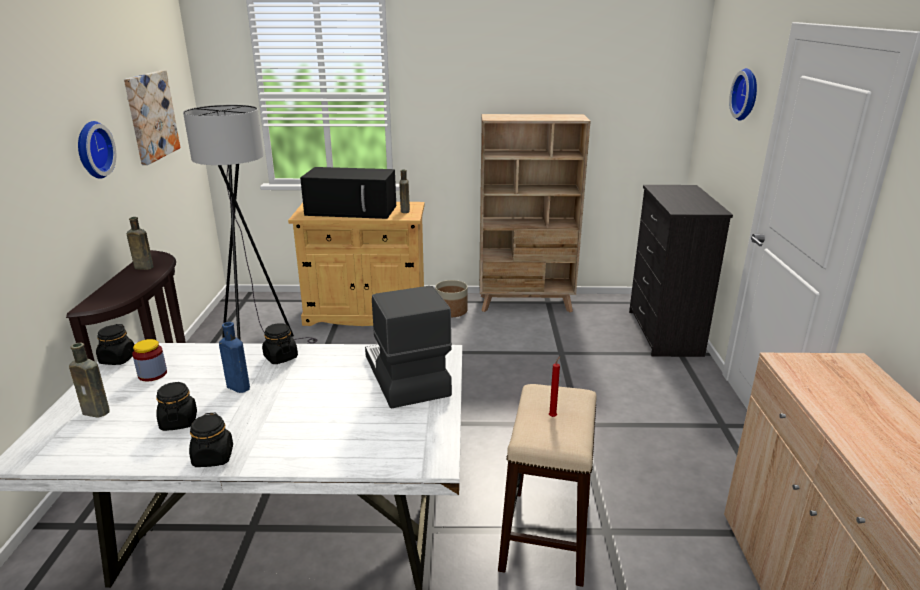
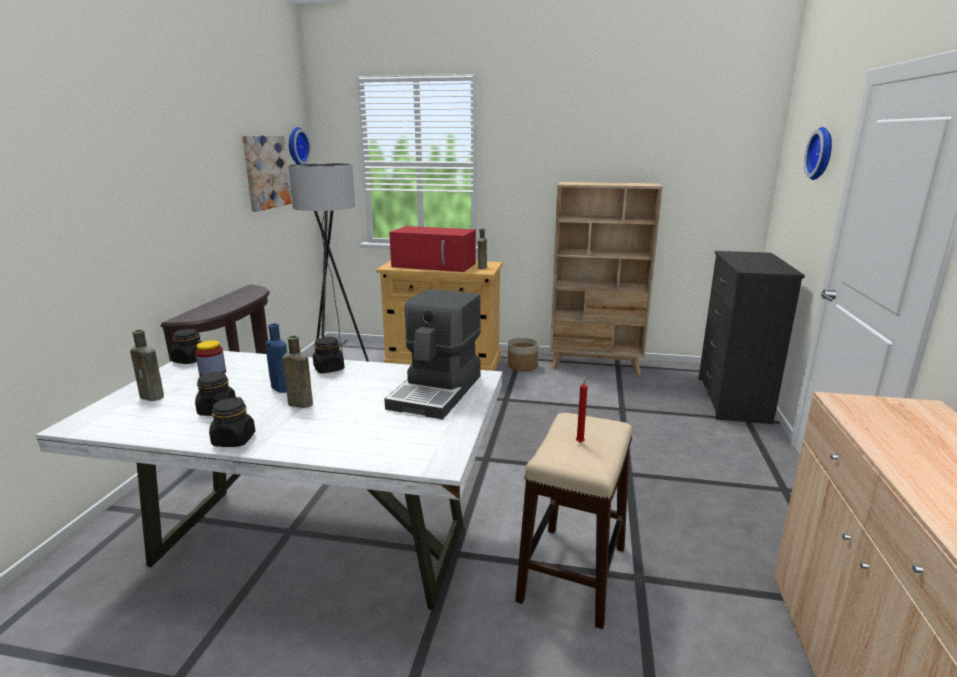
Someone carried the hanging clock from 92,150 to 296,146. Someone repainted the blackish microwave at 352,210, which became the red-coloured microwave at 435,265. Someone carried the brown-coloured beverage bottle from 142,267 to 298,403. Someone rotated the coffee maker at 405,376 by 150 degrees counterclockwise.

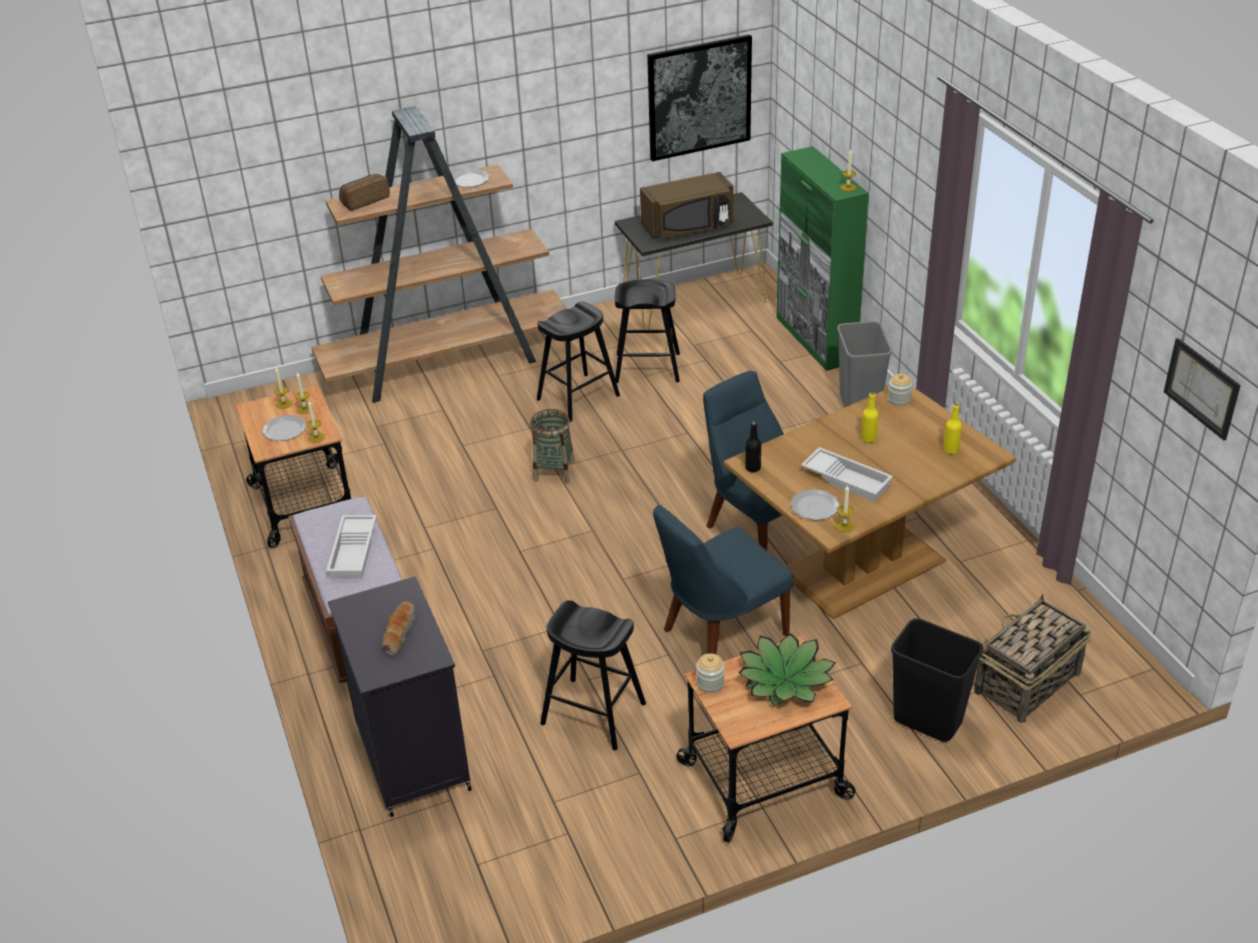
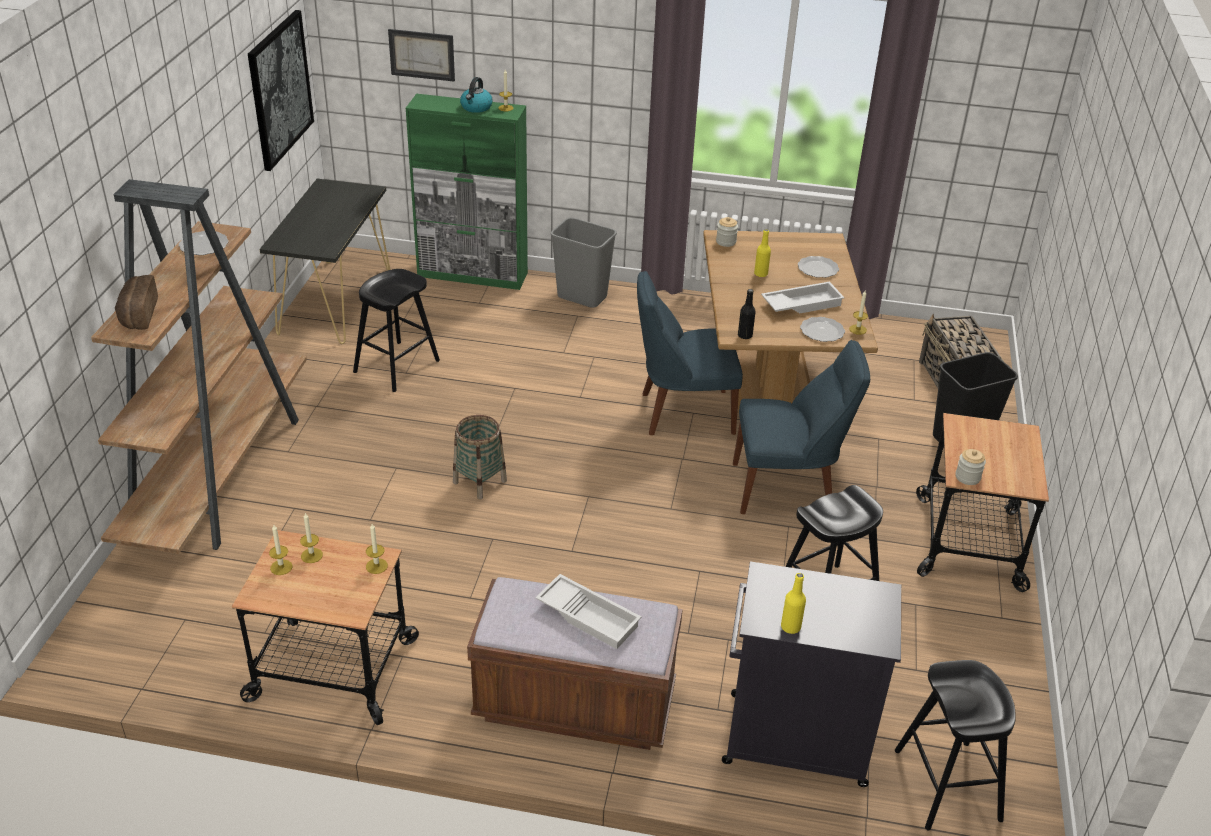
Someone took away the brown-coloured microwave at 688,227. Someone carried the blackish stool seat from 578,397 to 947,784. Someone carried the wall picture from 1202,388 to 422,54. Someone carried the yellow-coloured beverage bottle from 950,450 to 790,627. Someone carried the flat dish from 285,430 to 818,269. Someone rotated the blue plain chair at 720,634 by 90 degrees counterclockwise. Someone took away the bakery bread at 399,633. Someone took away the plant in a pot at 785,680. Someone put down the tea kettle at 476,107.

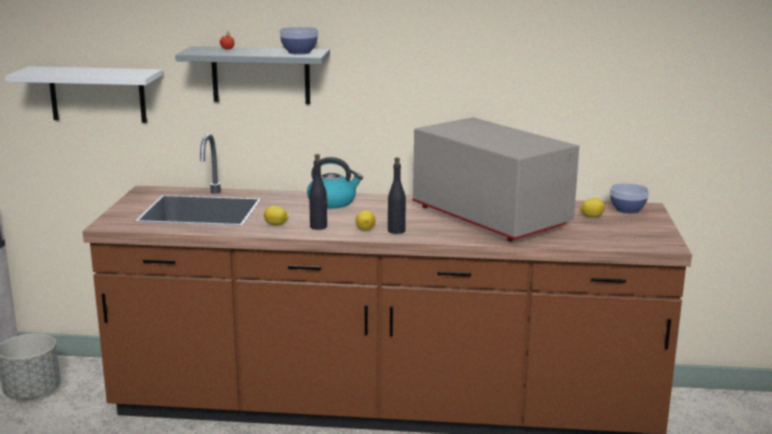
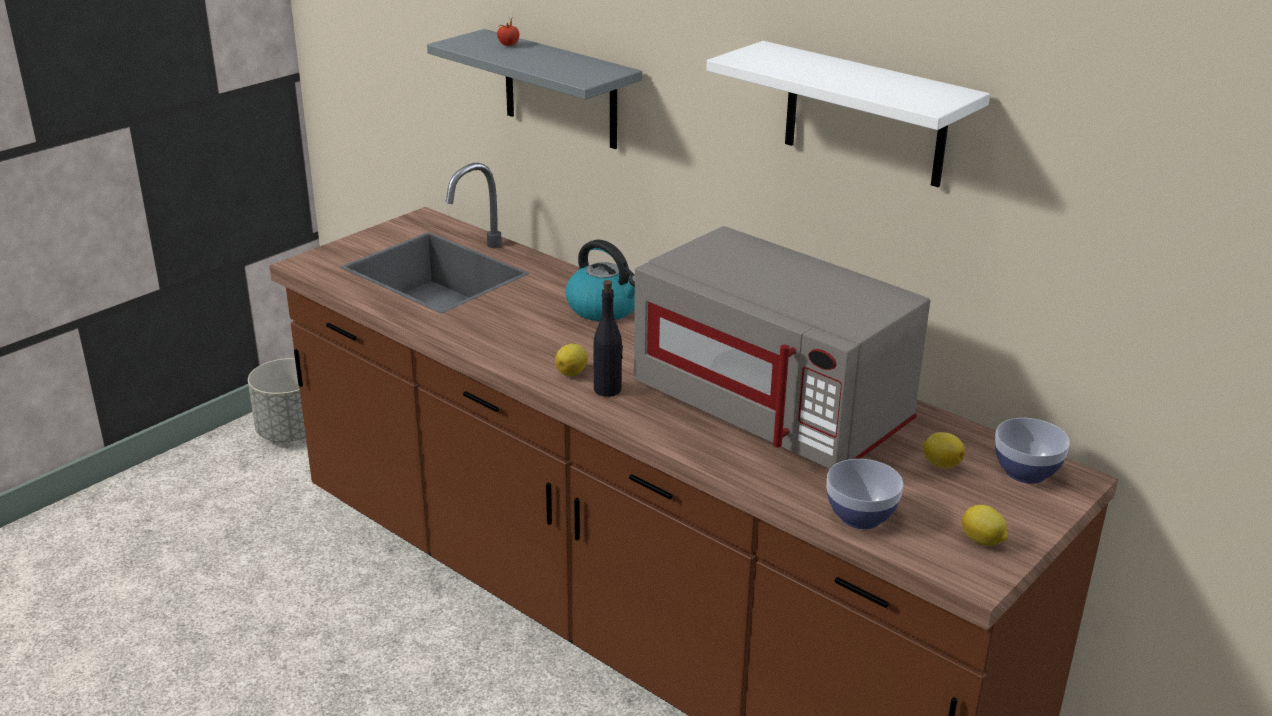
Someone carried the bowl from 299,52 to 860,516. Someone carried the white-coloured bracket shelf from 97,94 to 865,115. Someone rotated the grey microwave at 488,218 by 135 degrees clockwise. Someone took away the blackish beverage bottle at 318,227. Someone carried the whole lemon from 276,225 to 982,541.

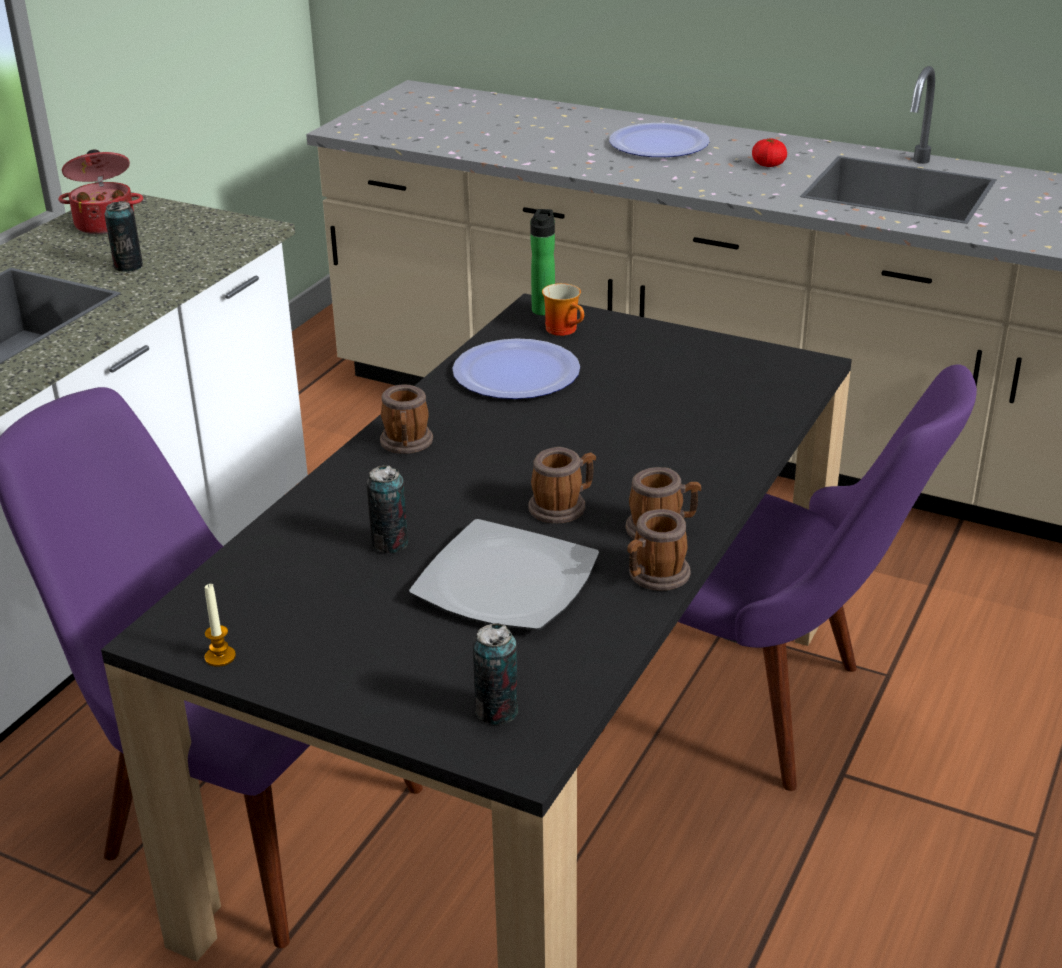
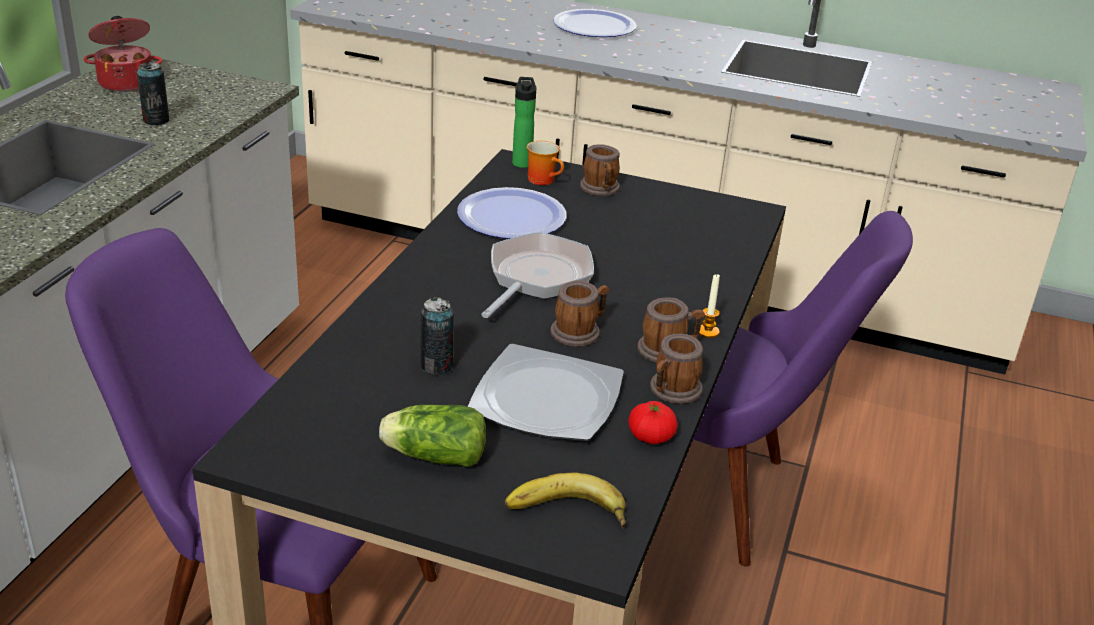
Someone carried the tomato from 768,165 to 651,436. Someone carried the mug from 406,444 to 600,190. Someone carried the wax candle from 220,657 to 708,331. Someone swapped the metal can at 496,711 for the banana at 566,514. Someone put down the frying pan at 536,278. Someone put down the head of lettuce at 432,455.

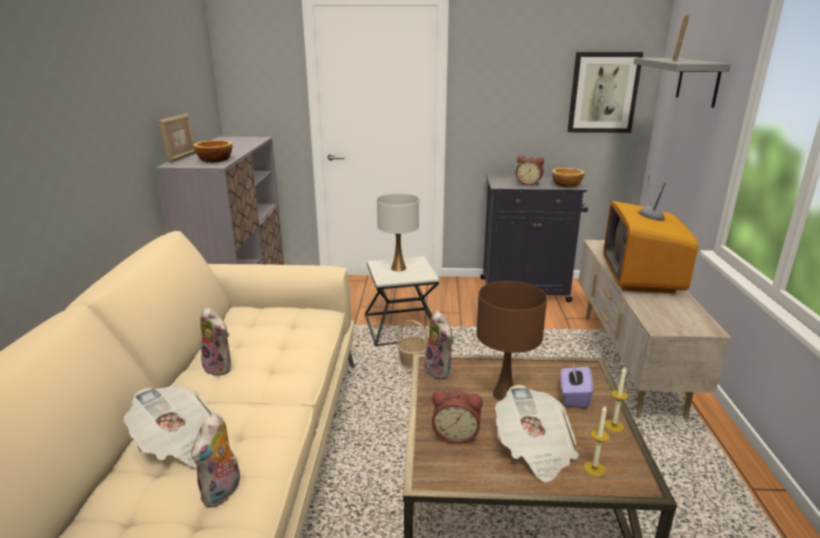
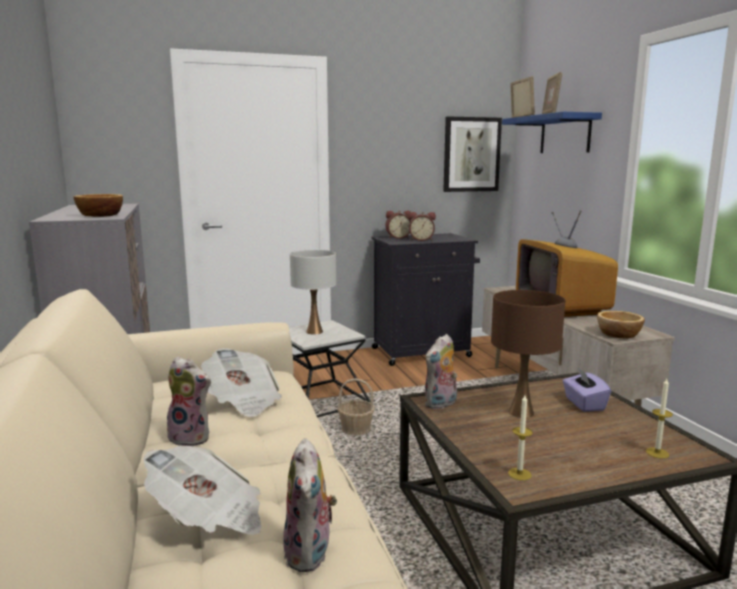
Someone repainted the grey bracket shelf at 698,81, which became the blue bracket shelf at 565,134. Someone carried the photo frame from 181,158 to 521,117. Someone carried the bowl from 566,185 to 619,334. Someone rotated the plush toy at 440,370 by 90 degrees clockwise. Someone carried the wax candle from 614,426 to 519,474. Someone carried the printed paper from 534,450 to 242,401. Someone carried the bedside clock from 456,434 to 398,237.

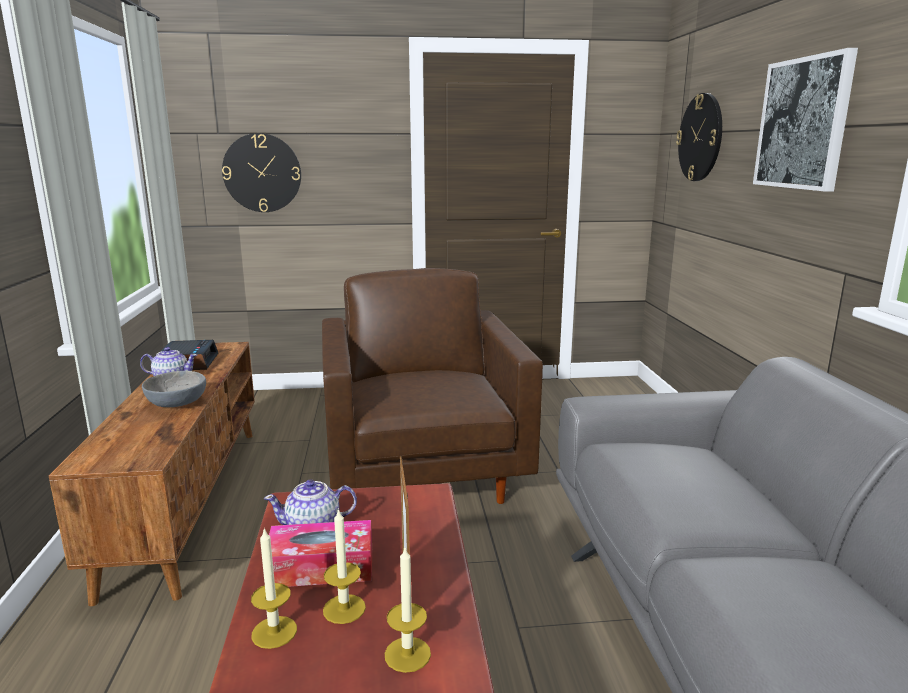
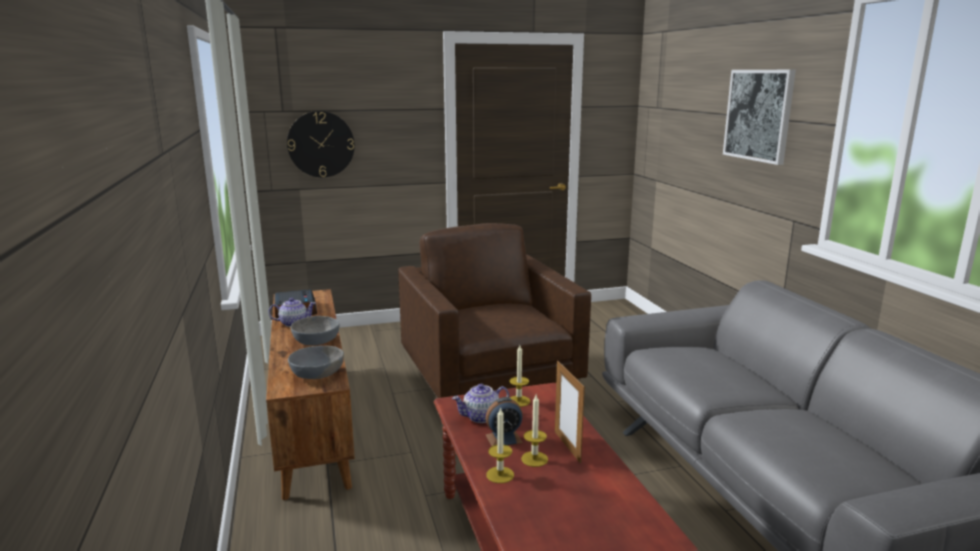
Someone took away the hanging clock at 700,137. Someone swapped the tissue box at 321,567 for the bedside clock at 503,439. Someone carried the wax candle from 407,654 to 519,401. Someone put down the grey bowl at 317,374.

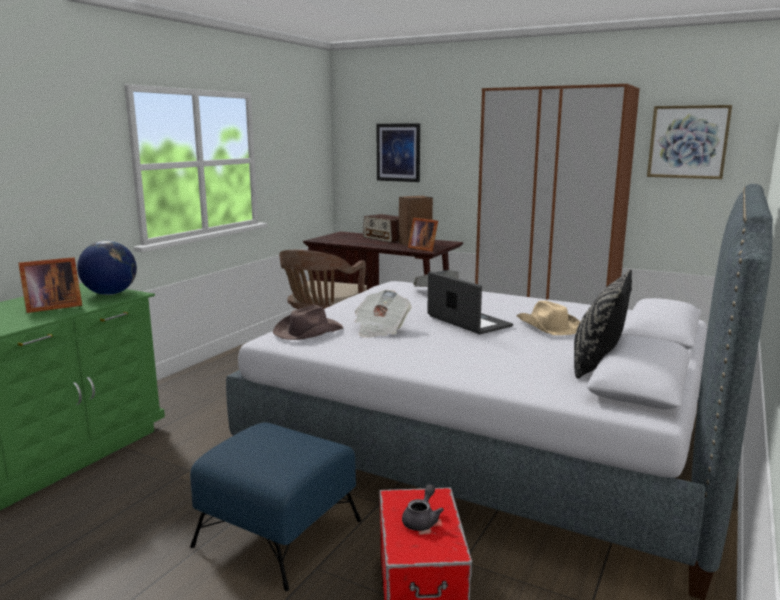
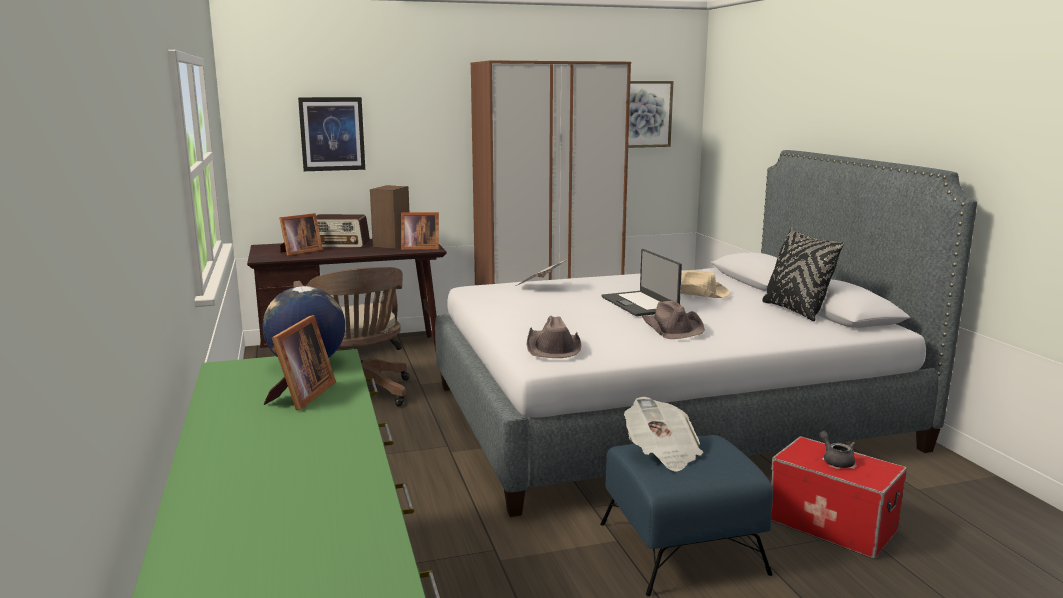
Someone rotated the laptop at 468,321 by 120 degrees counterclockwise. Someone carried the printed paper from 380,329 to 662,453. Someone put down the photo frame at 299,252. Someone put down the brown-coloured wearable hat at 673,328.

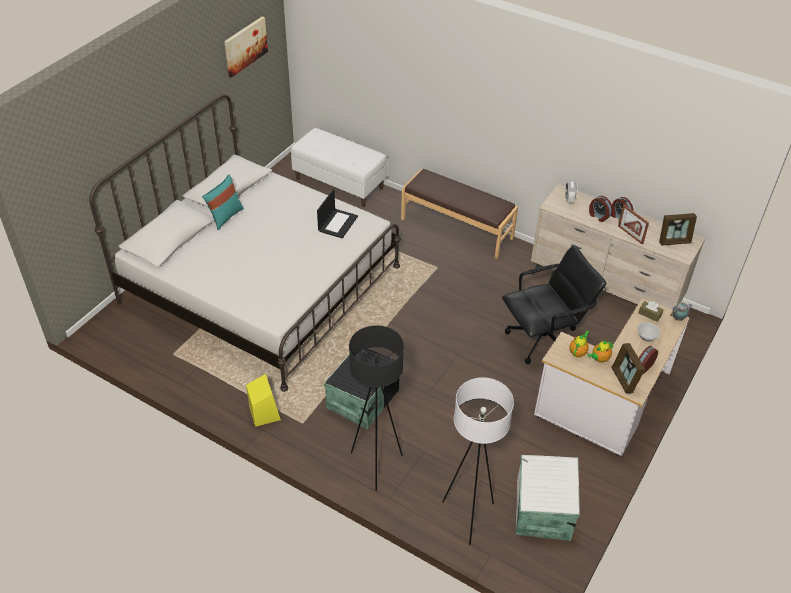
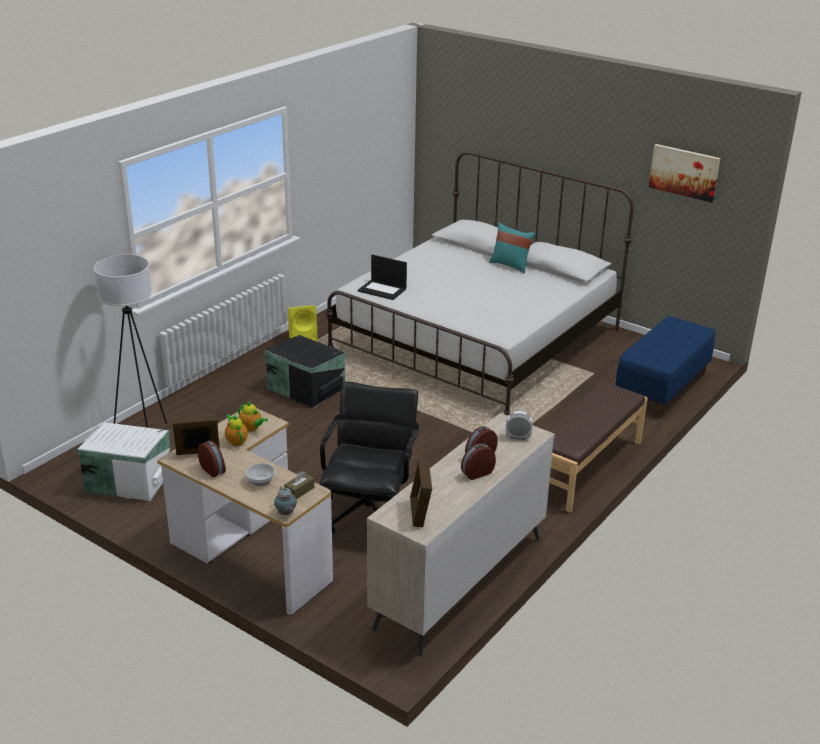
Someone repainted the white-coloured indoor bench at 340,183, which became the blue indoor bench at 662,388. Someone carried the laptop from 337,223 to 383,290. Someone took away the photo frame at 630,235. Someone rotated the blackish office chair at 543,340 by 150 degrees counterclockwise. Someone took away the blackish floor lamp at 375,465.

